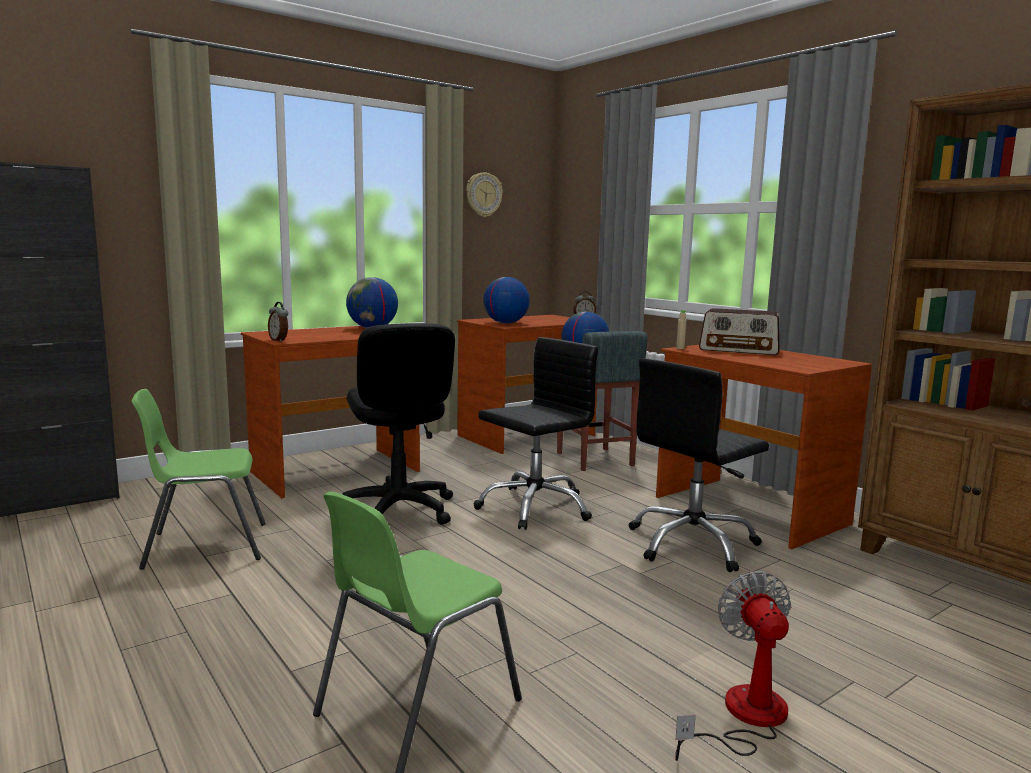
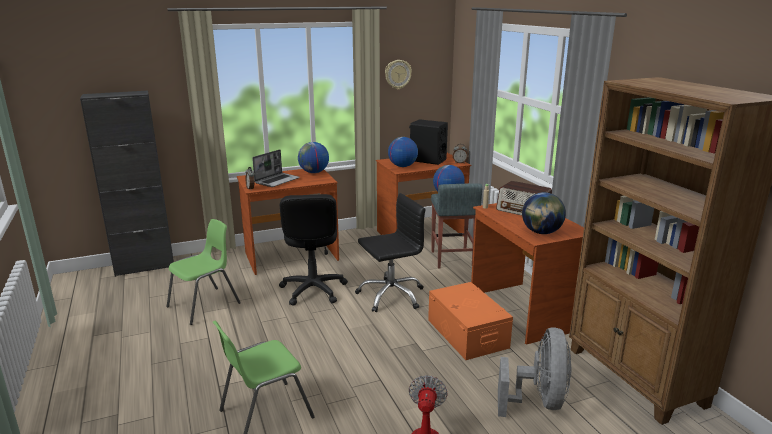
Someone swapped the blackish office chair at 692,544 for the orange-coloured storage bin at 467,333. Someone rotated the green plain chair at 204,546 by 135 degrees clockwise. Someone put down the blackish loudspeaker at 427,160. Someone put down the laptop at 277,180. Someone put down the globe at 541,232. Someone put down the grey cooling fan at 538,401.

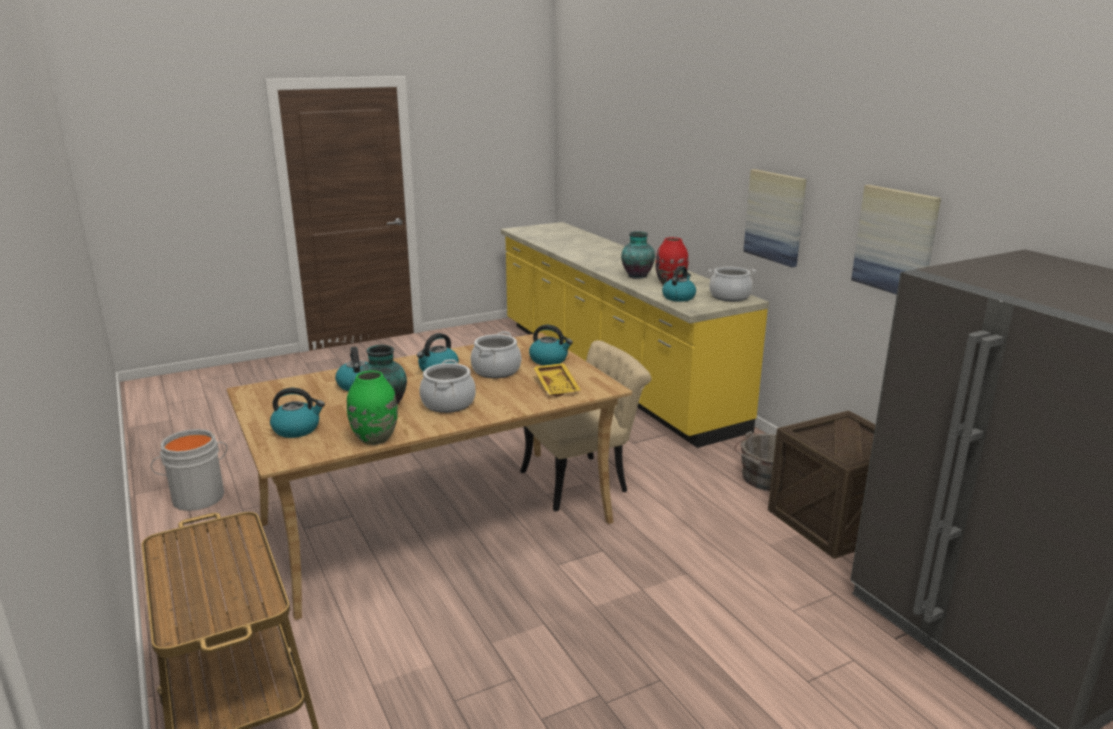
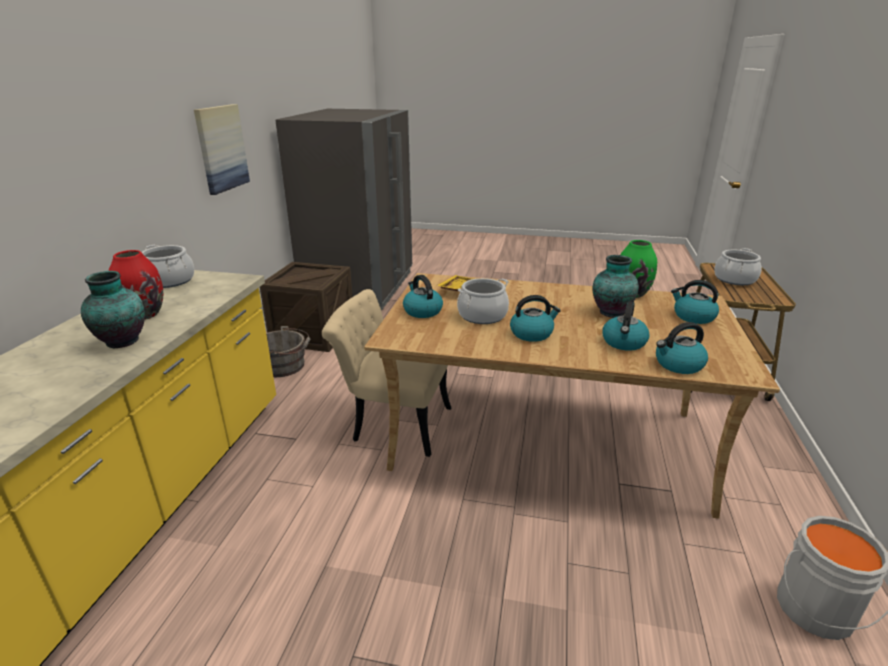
Someone took away the wall picture at 775,217. Someone carried the tea kettle from 678,297 to 678,364. Someone carried the stockpot from 448,403 to 734,279.

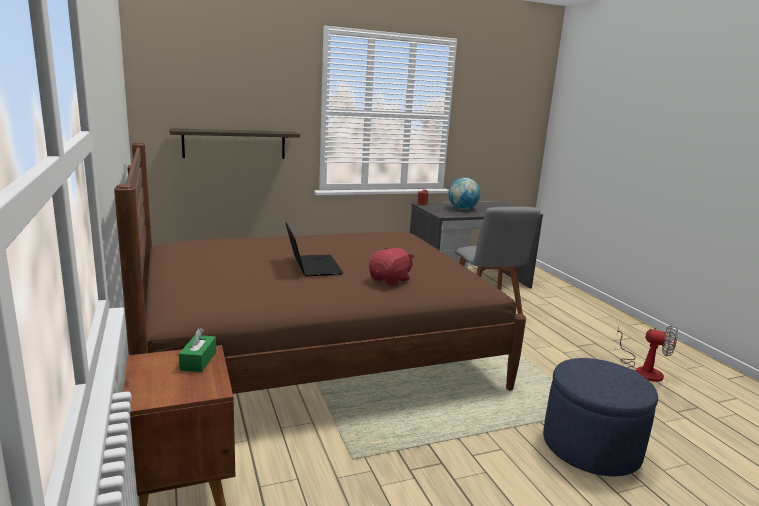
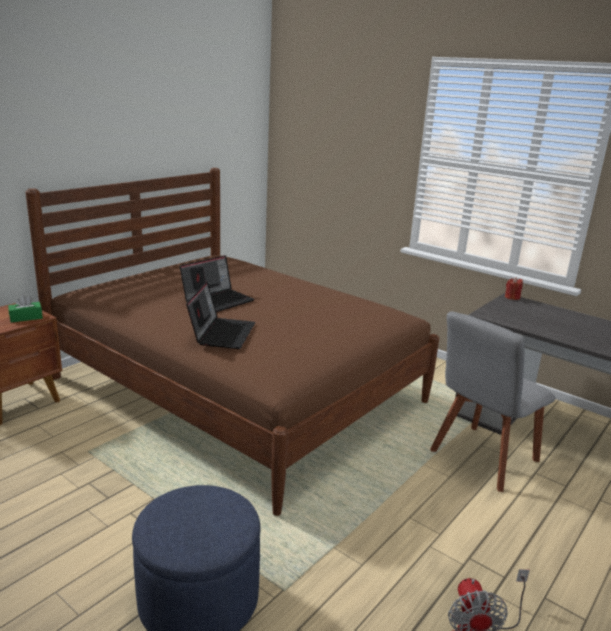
Someone took away the bracket shelf at 234,144. Someone took away the globe at 462,209. Someone swapped the red-coloured plush toy at 390,280 for the laptop at 222,333.

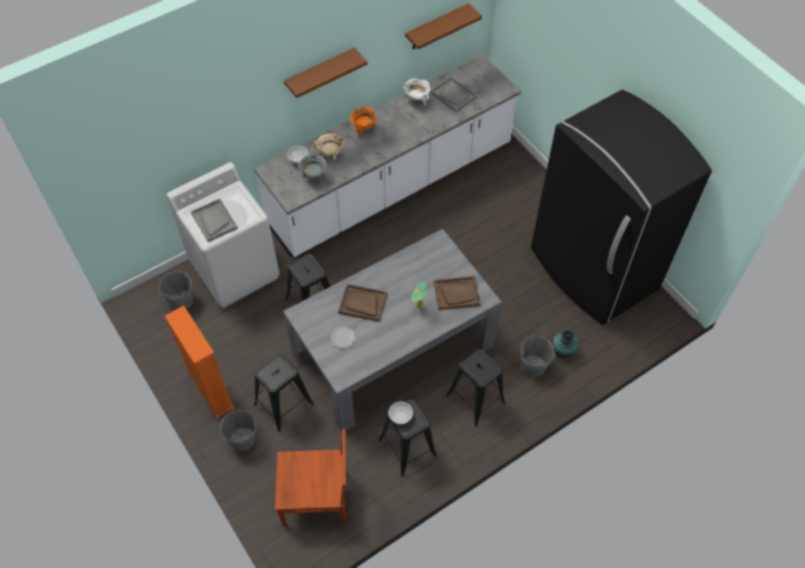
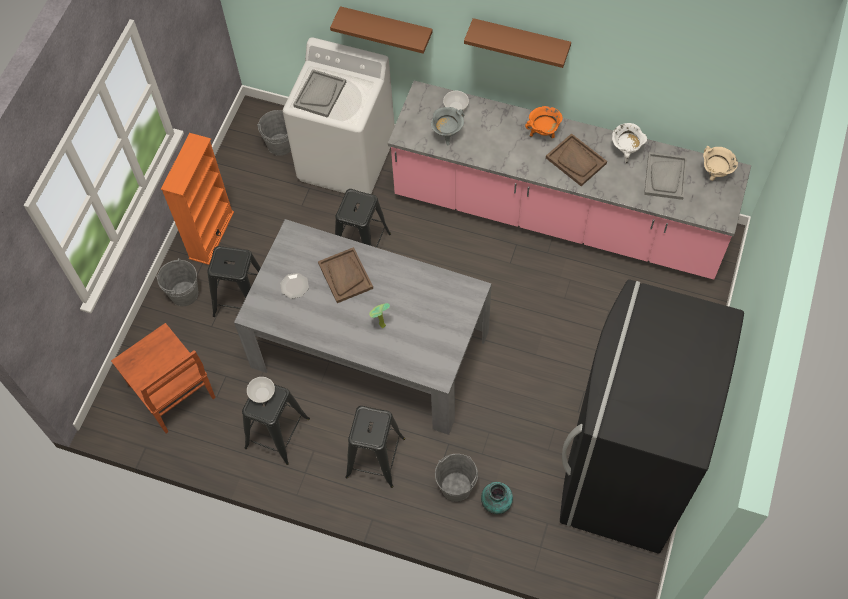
Someone carried the brown-coloured bracket shelf from 436,27 to 386,28. Someone repainted the white-coloured kitchen counter at 392,186, which became the pinkish kitchen counter at 558,215. Someone carried the beige stockpot from 330,155 to 715,173. Someone carried the brown-coloured serving tray from 456,293 to 576,161.

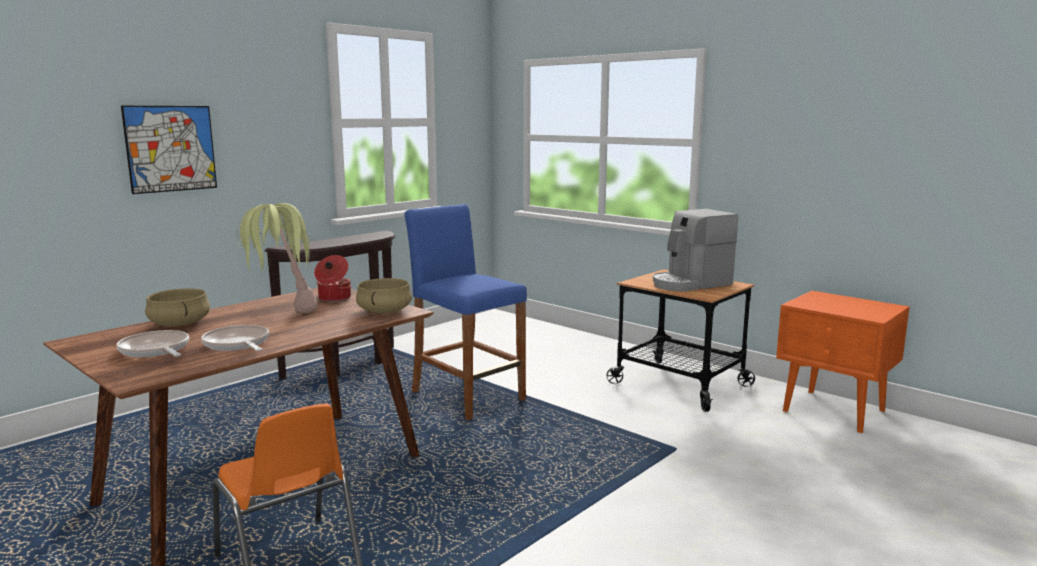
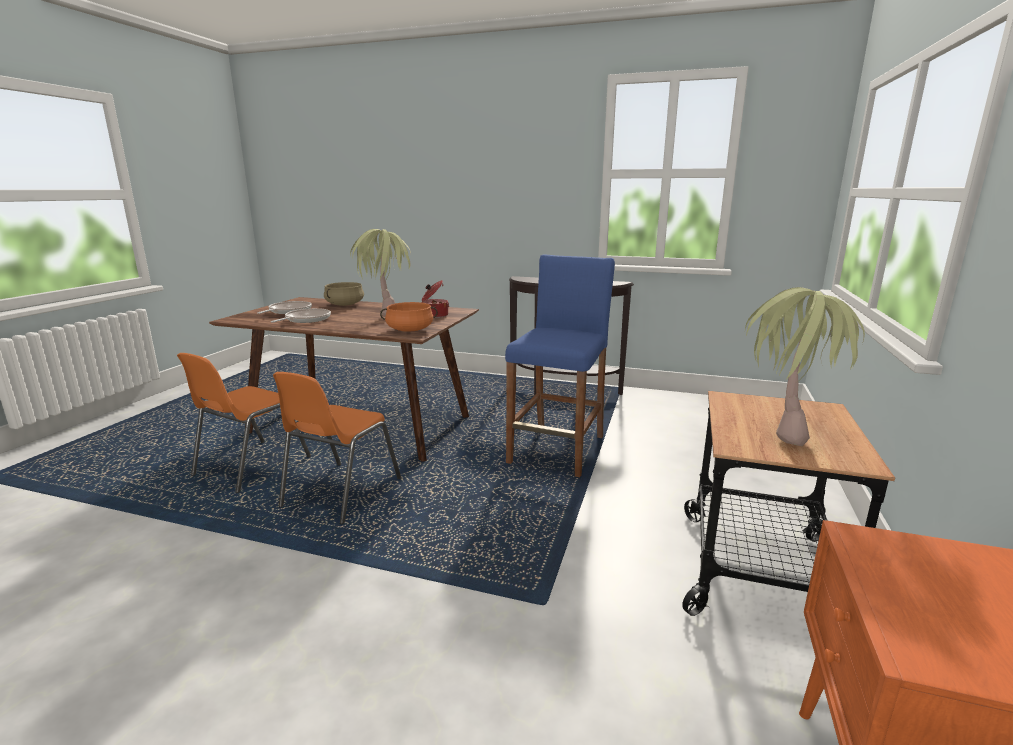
Someone took away the wall picture at 171,148. Someone swapped the coffee maker at 690,284 for the plant in a pot at 788,429. Someone repainted the beige stockpot at 385,311, which became the orange-coloured stockpot at 409,330. Someone put down the orange-coloured plain chair at 340,493.

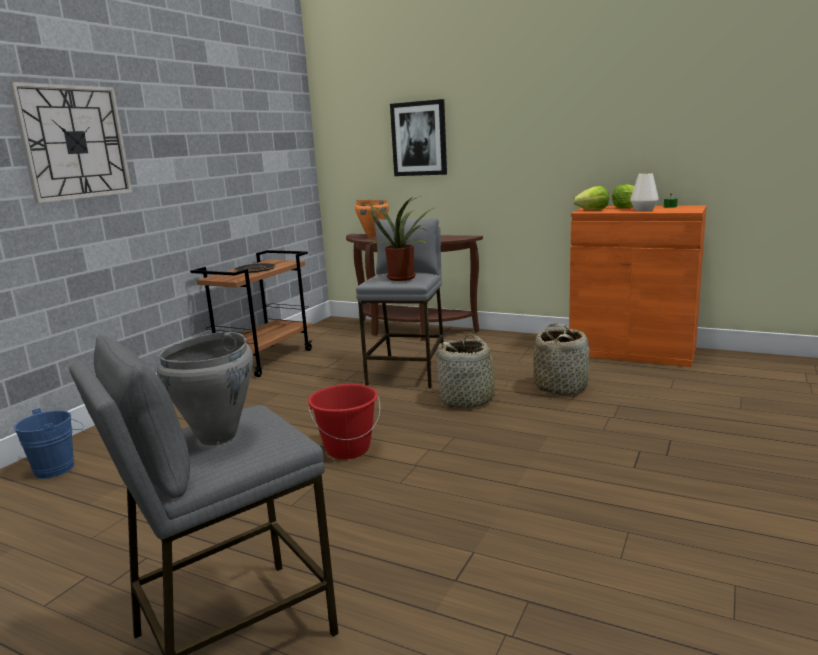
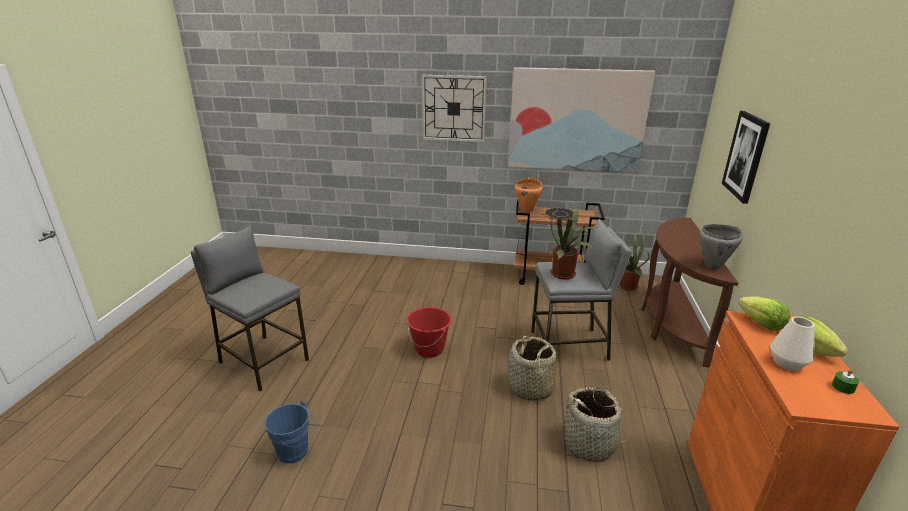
Someone carried the orange-coloured stockpot from 373,236 to 527,210. Someone carried the grey stockpot from 218,437 to 713,266. Someone carried the blue bucket from 59,468 to 295,453. Someone put up the wall picture at 577,121. Someone put down the plant in a pot at 626,286.

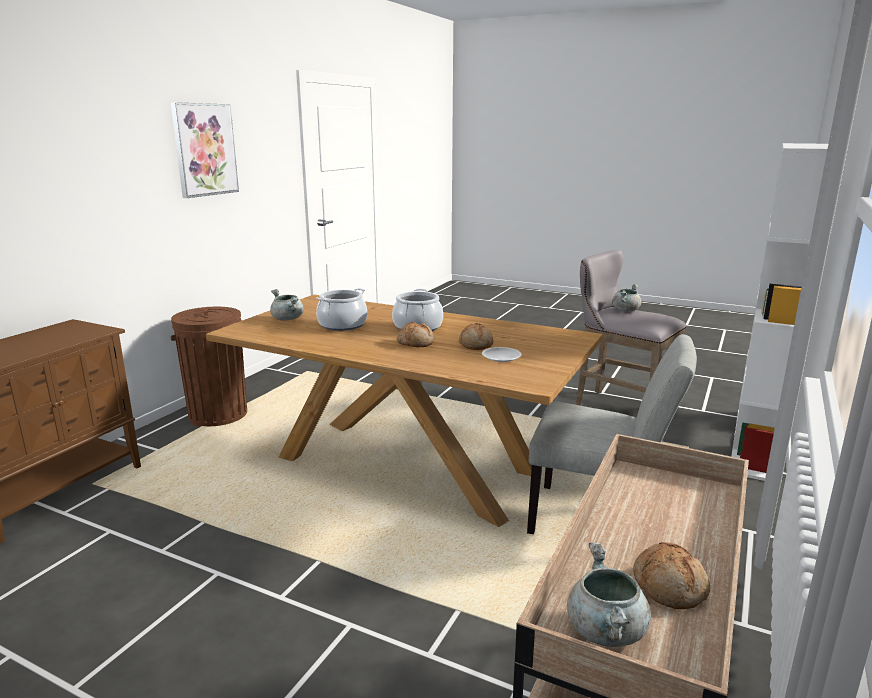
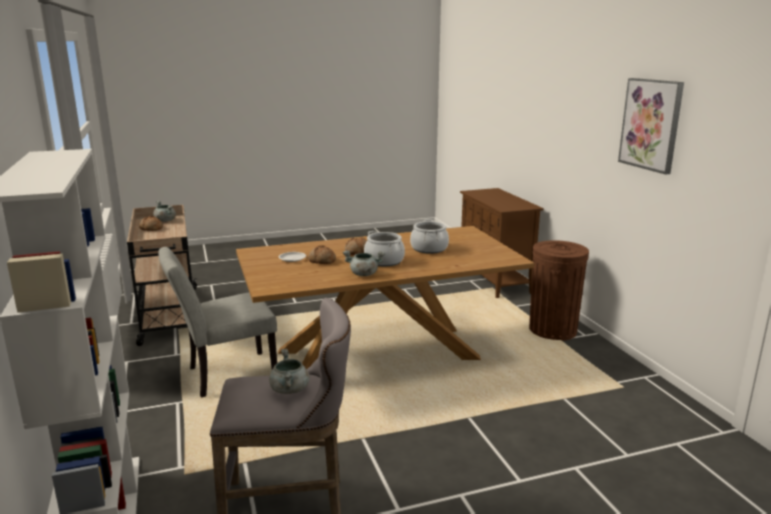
Someone carried the grey stockpot from 288,319 to 363,274.

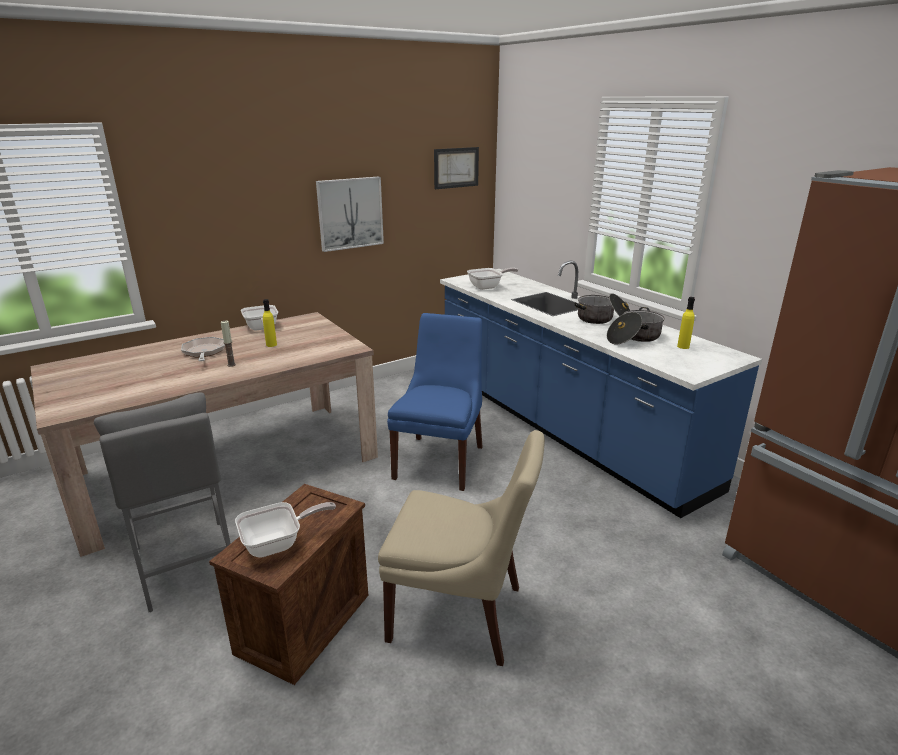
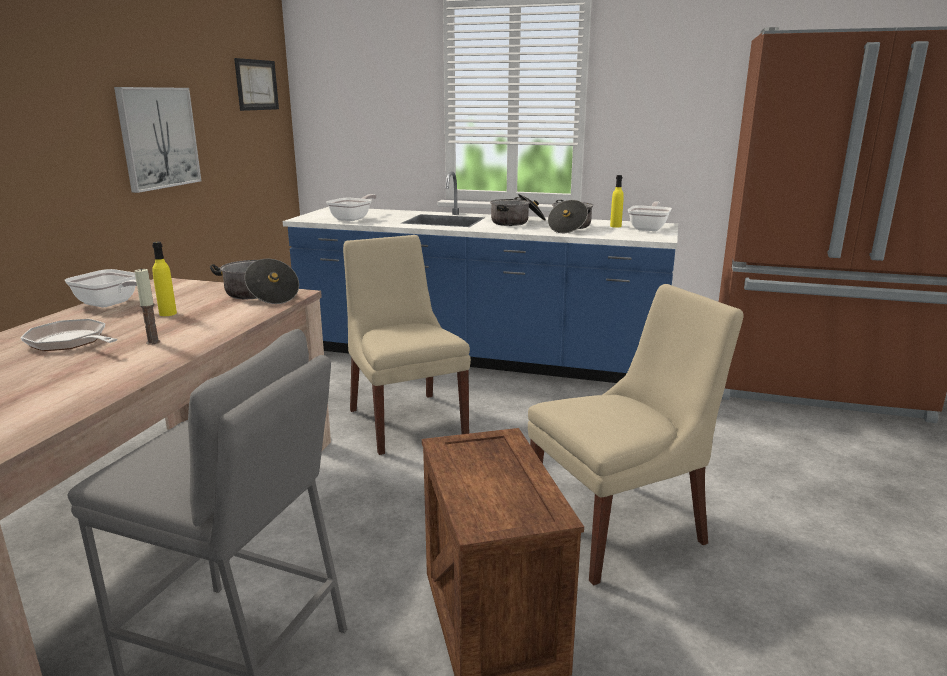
Someone repainted the blue plain chair at 440,460, which became the beige plain chair at 405,420. Someone carried the frying pan from 278,543 to 649,228. Someone put down the stockpot at 259,295.

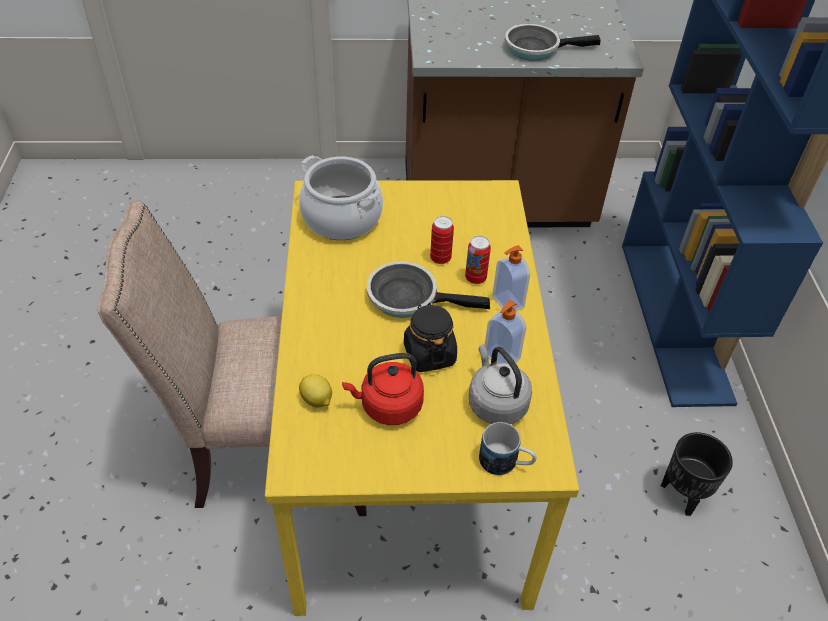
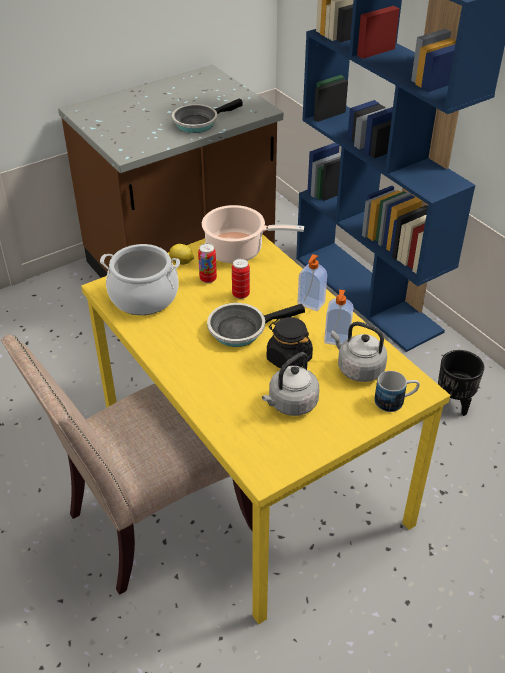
Someone carried the metal can from 475,278 to 208,279. Someone repainted the red-coloured tea kettle at 388,406, which became the grey tea kettle at 291,404. Someone carried the whole lemon from 317,400 to 182,262. Someone put down the stockpot at 238,250.

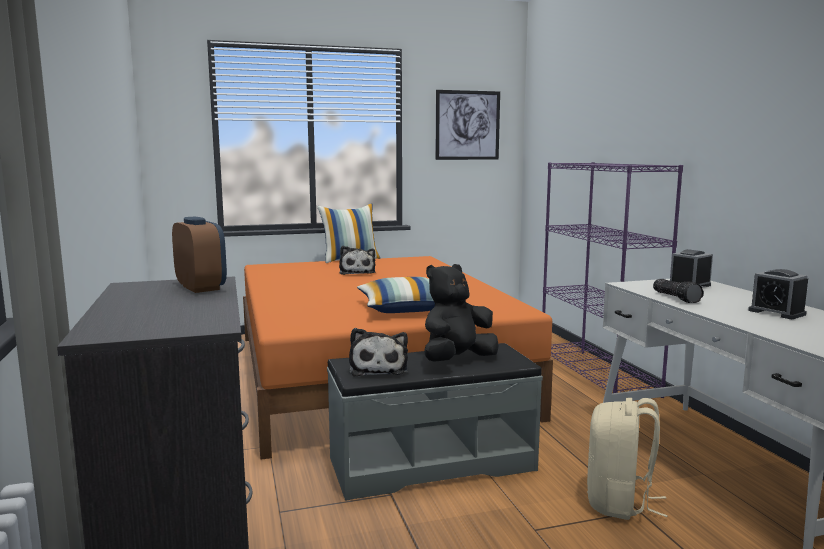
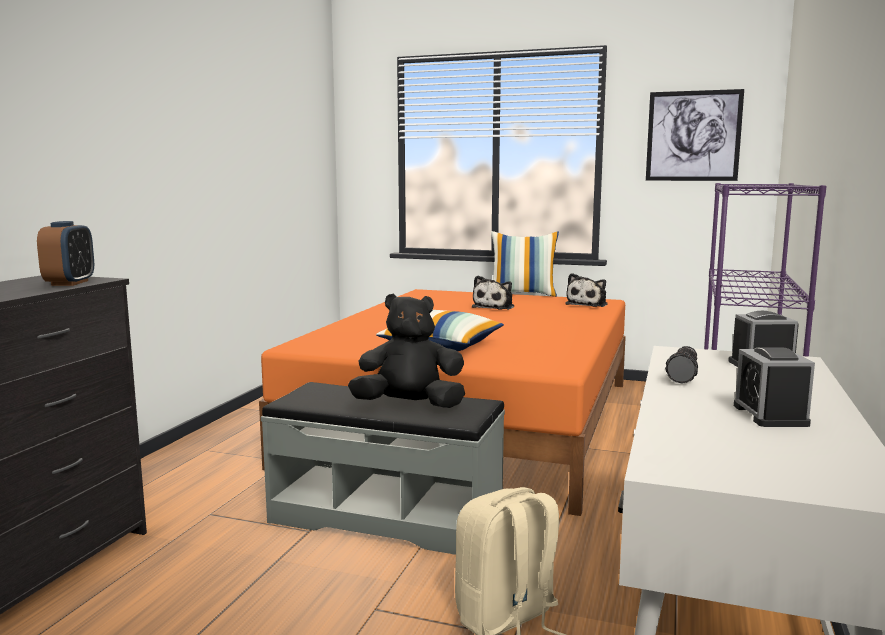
Someone carried the plush toy from 378,368 to 588,304.

